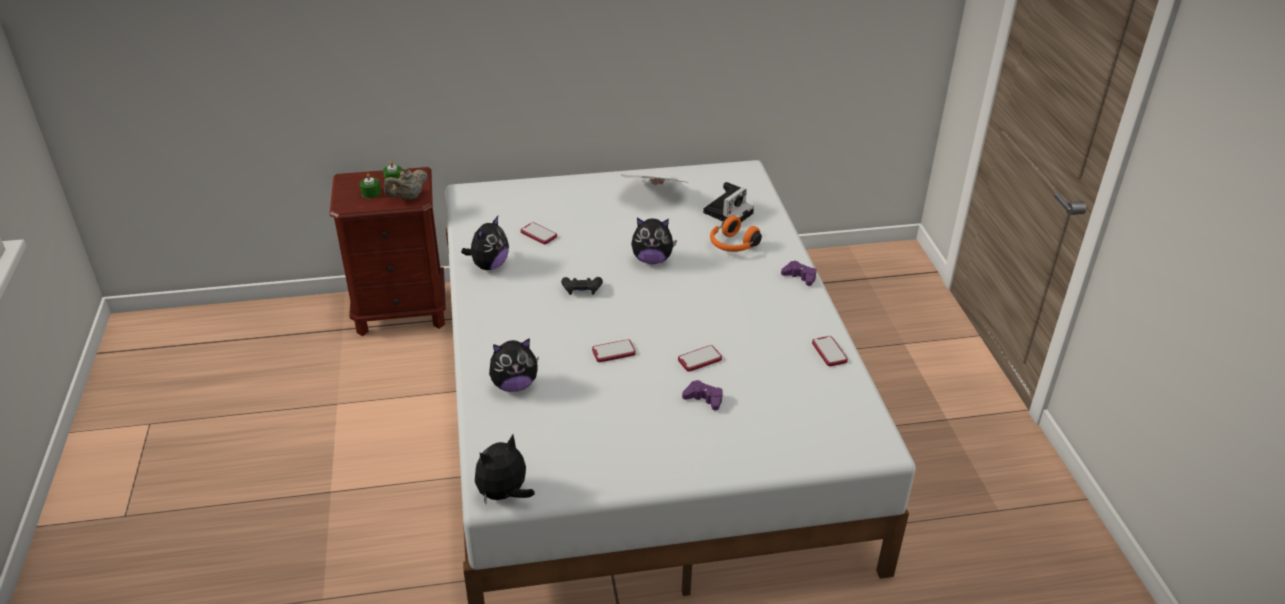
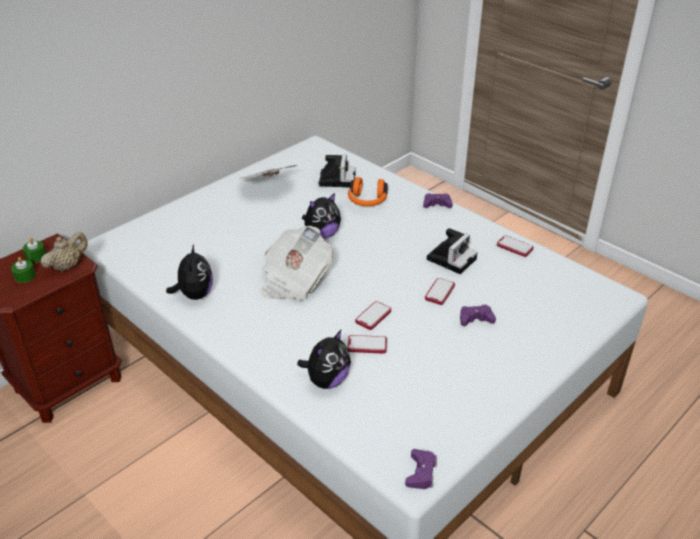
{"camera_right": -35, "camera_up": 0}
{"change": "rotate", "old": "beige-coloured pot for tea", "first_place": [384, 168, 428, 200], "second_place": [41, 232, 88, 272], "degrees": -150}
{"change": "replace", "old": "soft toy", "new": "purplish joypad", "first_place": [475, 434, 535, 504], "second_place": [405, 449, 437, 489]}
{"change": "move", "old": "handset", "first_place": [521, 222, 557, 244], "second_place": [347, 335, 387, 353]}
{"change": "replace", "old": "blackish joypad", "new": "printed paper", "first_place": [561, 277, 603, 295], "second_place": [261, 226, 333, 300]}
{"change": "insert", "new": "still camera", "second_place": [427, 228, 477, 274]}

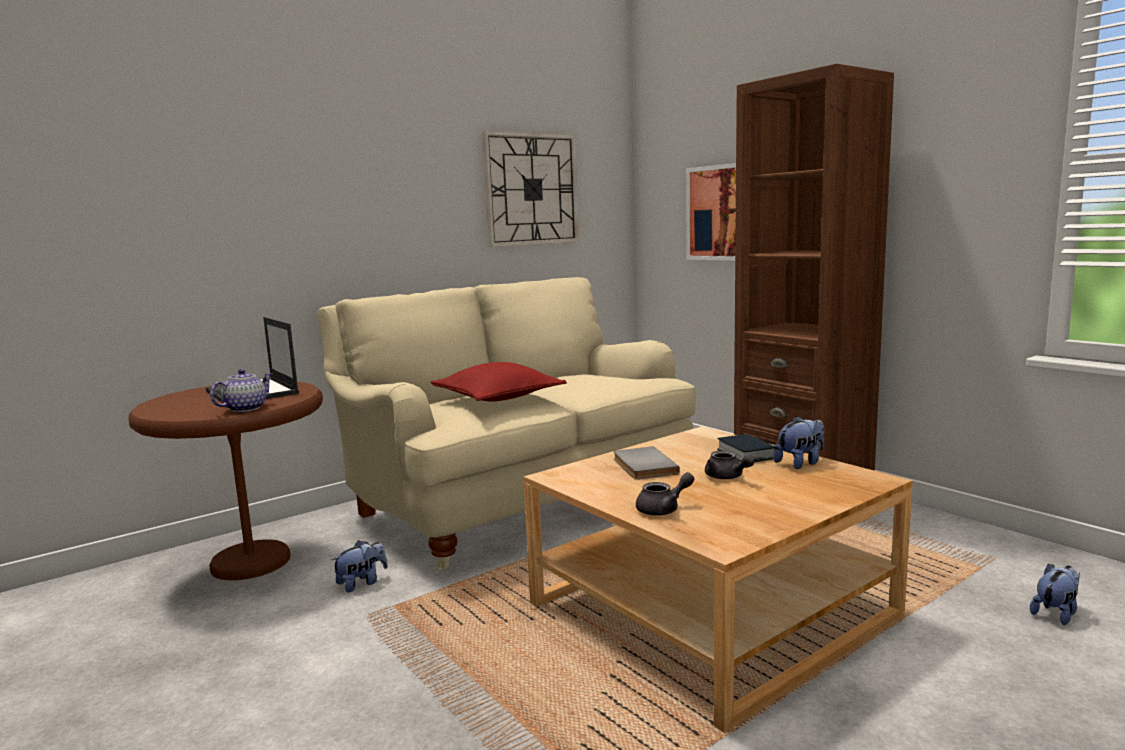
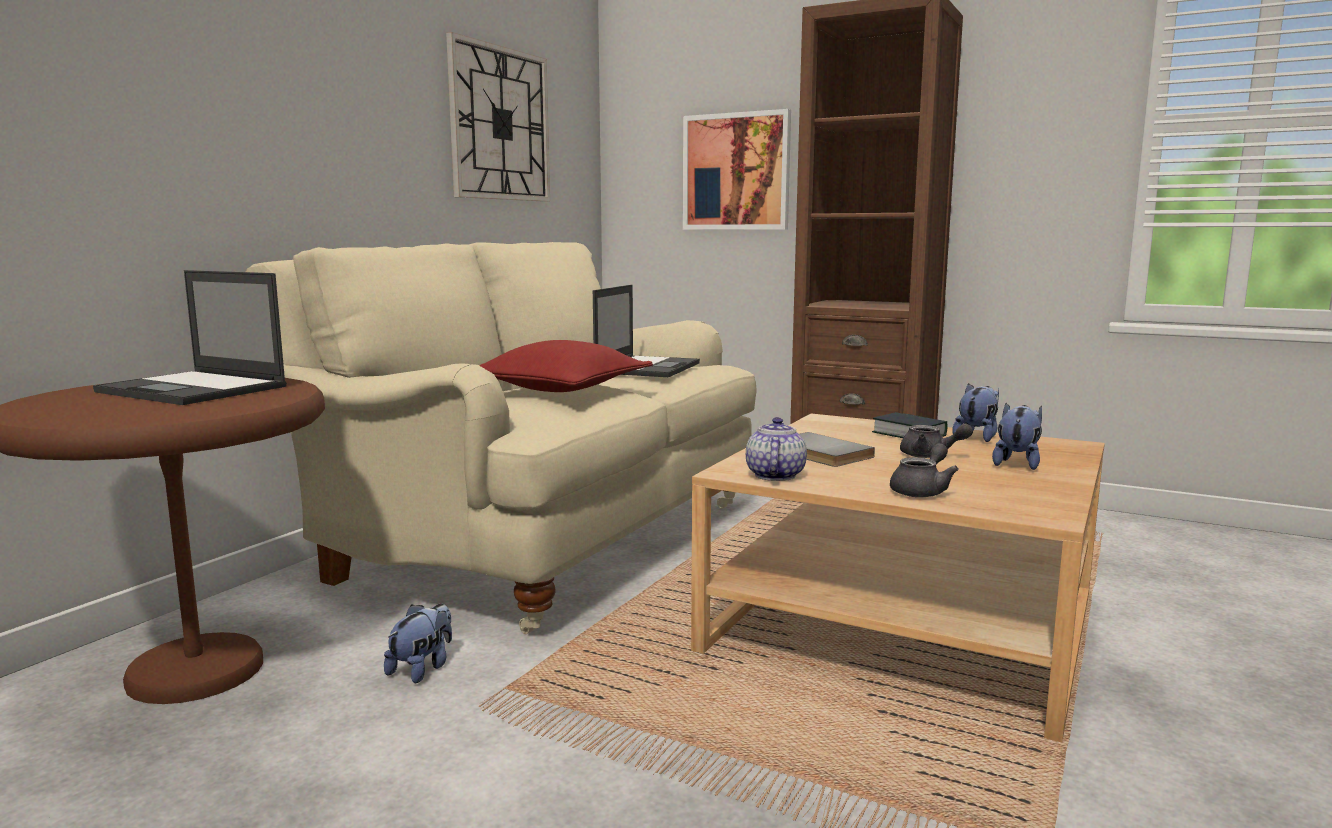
{"camera_right": -25, "camera_up": 0}
{"change": "move", "old": "pot for tea", "first_place": [210, 369, 273, 412], "second_place": [746, 417, 807, 481]}
{"change": "move", "old": "soft toy", "first_place": [1030, 563, 1080, 625], "second_place": [992, 403, 1042, 470]}
{"change": "insert", "new": "notebook computer", "second_place": [593, 285, 700, 377]}

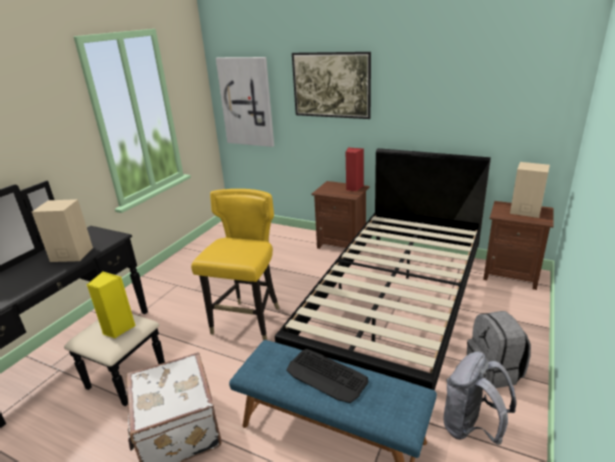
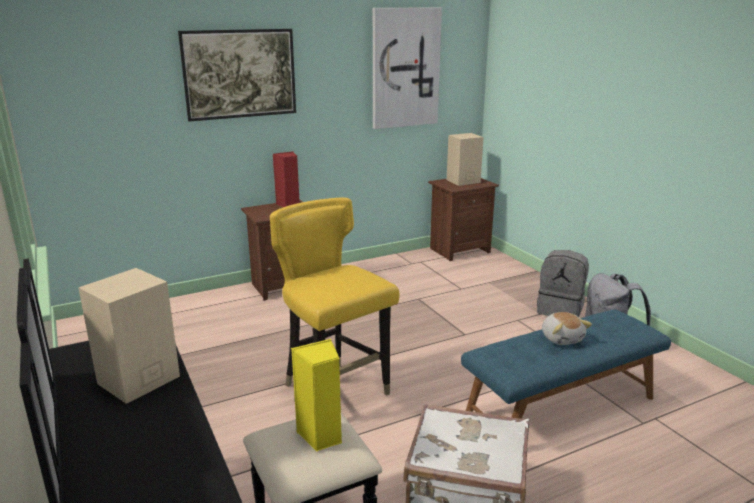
{"camera_right": -55, "camera_up": -5}
{"change": "move", "old": "wall art", "first_place": [216, 57, 274, 147], "second_place": [373, 7, 442, 129]}
{"change": "delete", "old": "blackish bedroom bed", "first_place": [275, 148, 491, 391]}
{"change": "replace", "old": "computer keyboard", "new": "soft toy", "first_place": [286, 349, 368, 403], "second_place": [542, 312, 592, 345]}

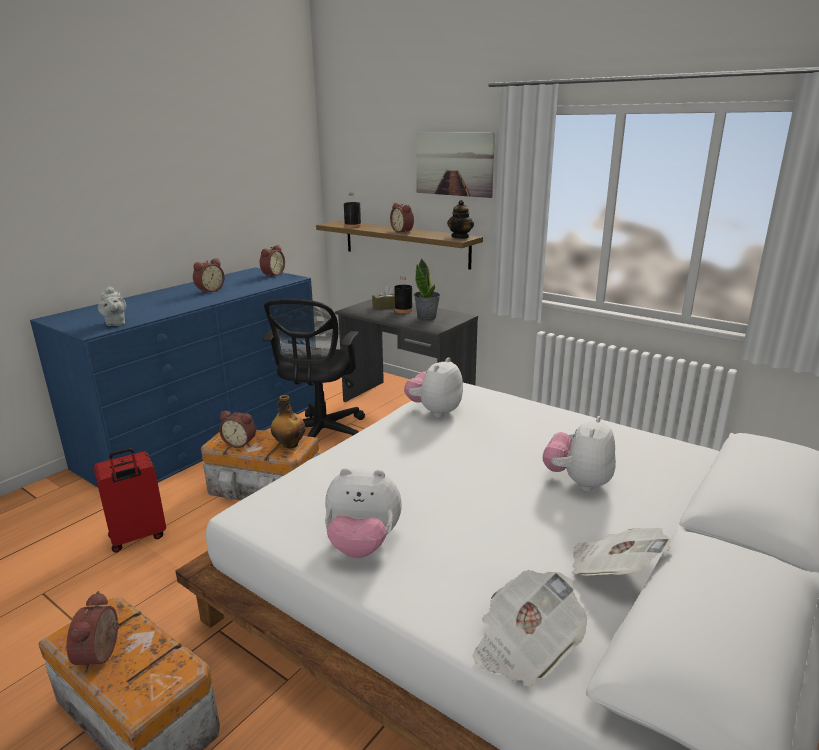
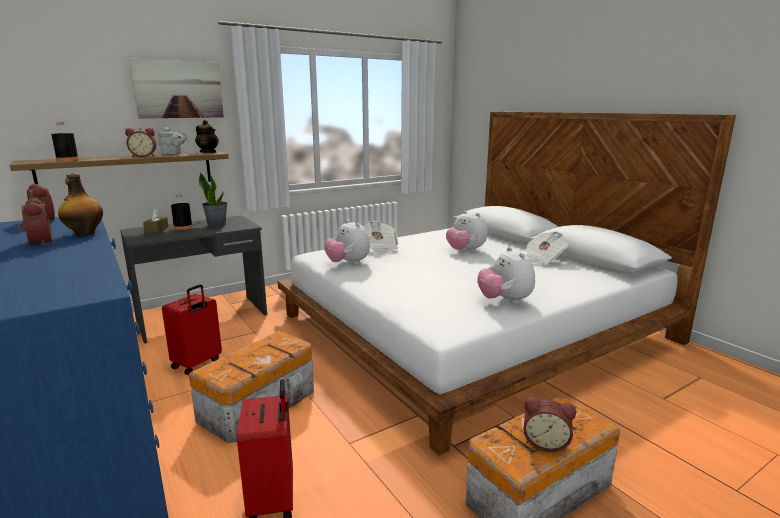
{"camera_right": -70, "camera_up": -5}
{"change": "move", "old": "greyish pot for tea", "first_place": [98, 286, 126, 326], "second_place": [158, 127, 187, 154]}
{"change": "delete", "old": "alarm clock", "first_place": [219, 411, 256, 448]}
{"change": "replace", "old": "blackish computer chair", "new": "reddish piece of luggage", "first_place": [262, 299, 365, 437], "second_place": [162, 284, 222, 375]}
{"change": "move", "old": "bottle", "first_place": [271, 395, 305, 449], "second_place": [58, 174, 103, 236]}
{"change": "rotate", "old": "soft toy", "first_place": [325, 468, 402, 558], "second_place": [478, 247, 535, 304], "degrees": 135}
{"change": "move", "old": "printed paper", "first_place": [473, 570, 587, 688], "second_place": [362, 221, 398, 255]}

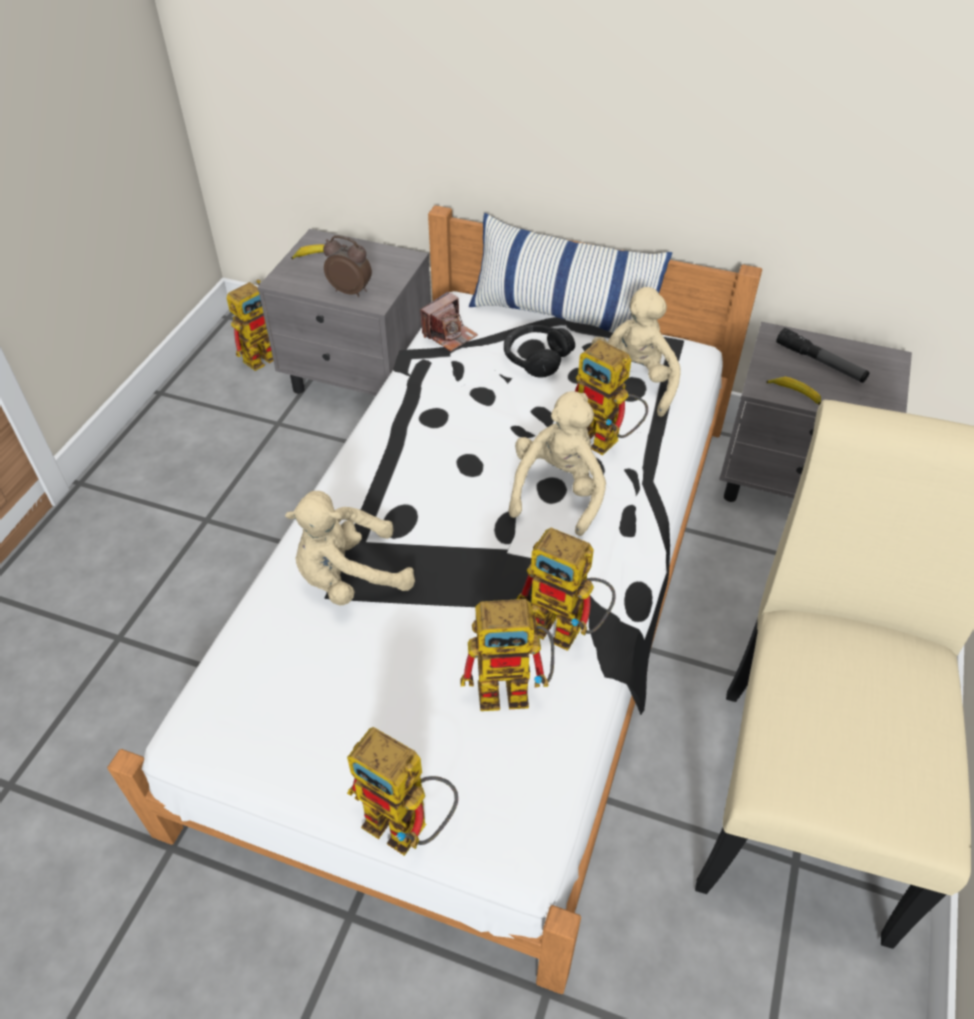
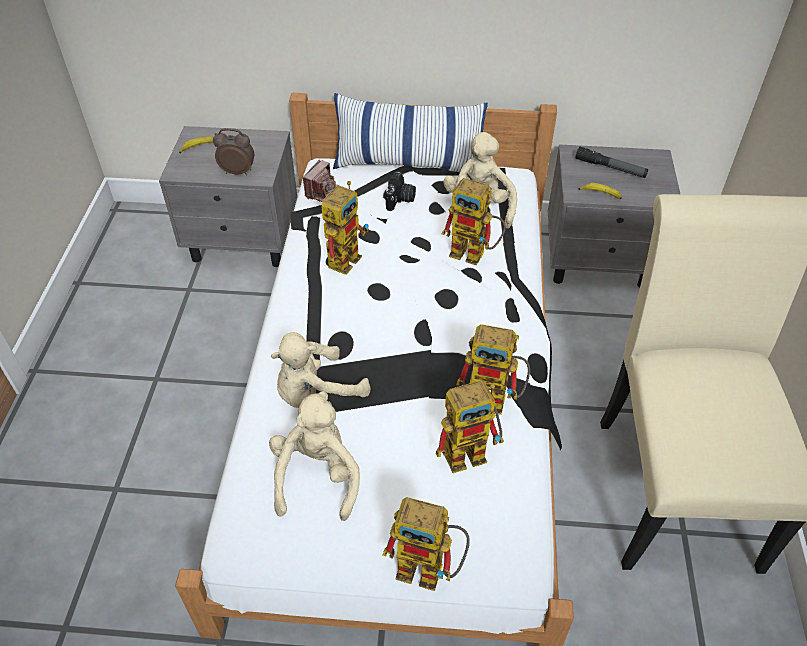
{"camera_right": -15, "camera_up": 0}
{"change": "move", "old": "robot figure", "first_place": [227, 280, 274, 371], "second_place": [321, 181, 369, 275]}
{"change": "replace", "old": "blackish headphones", "new": "still camera", "first_place": [504, 325, 575, 378], "second_place": [386, 171, 416, 211]}
{"change": "move", "old": "beige-coloured soft toy", "first_place": [509, 391, 606, 536], "second_place": [269, 391, 360, 521]}

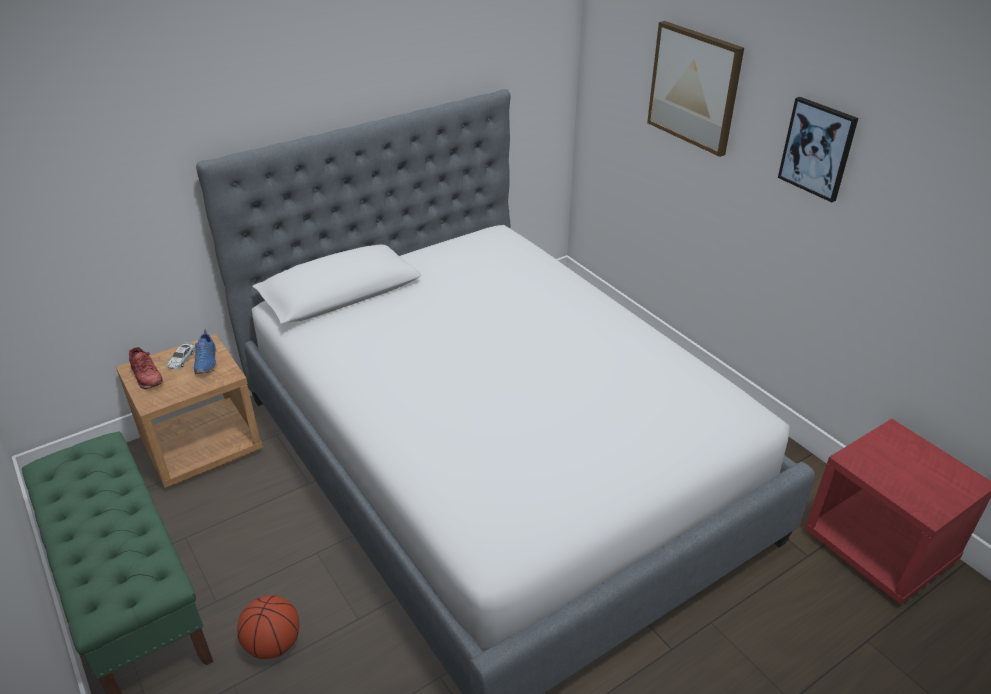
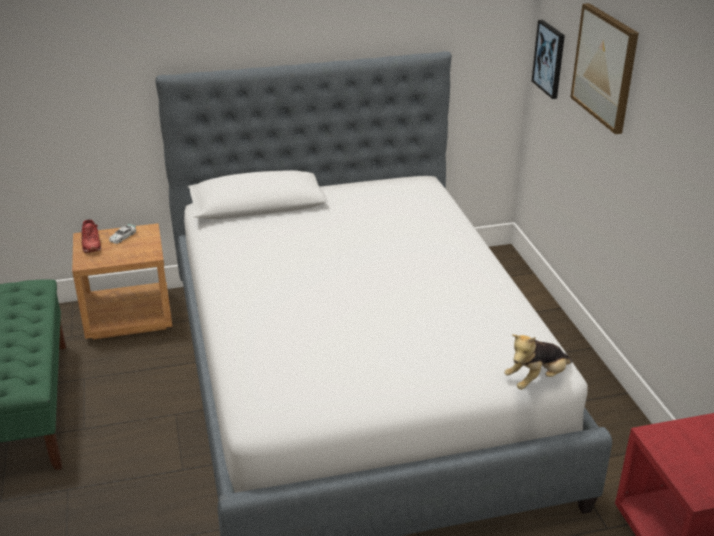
{"camera_right": 20, "camera_up": -5}
{"change": "delete", "old": "bluish low shoe", "first_place": [194, 329, 217, 374]}
{"change": "delete", "old": "ball for basketball", "first_place": [237, 595, 299, 659]}
{"change": "move", "old": "wall art", "first_place": [778, 97, 858, 202], "second_place": [532, 20, 565, 99]}
{"change": "insert", "new": "soft toy", "second_place": [504, 334, 572, 390]}

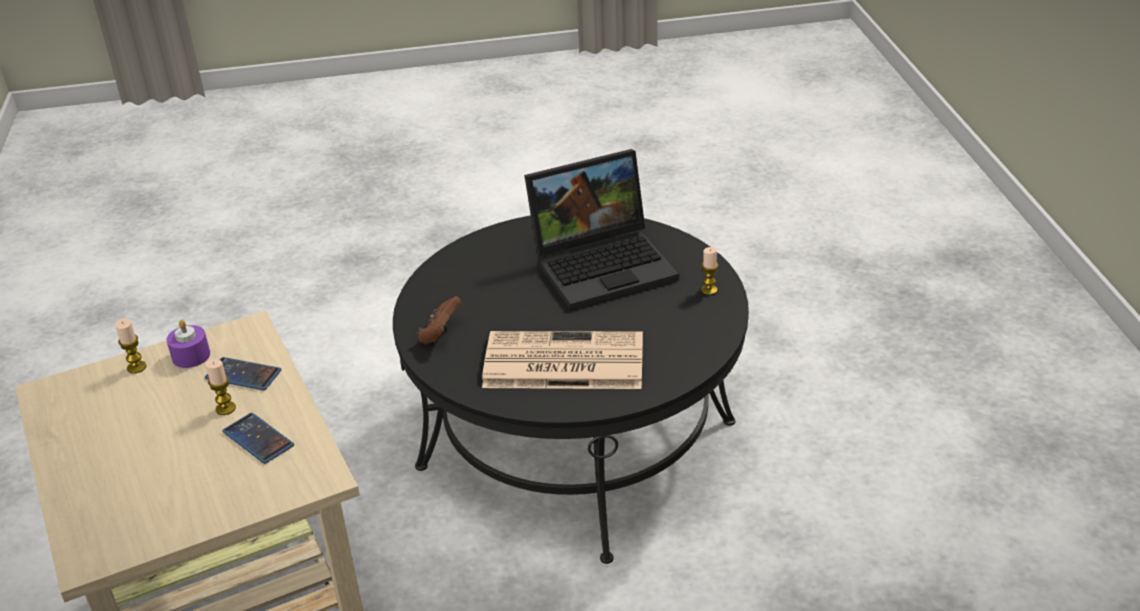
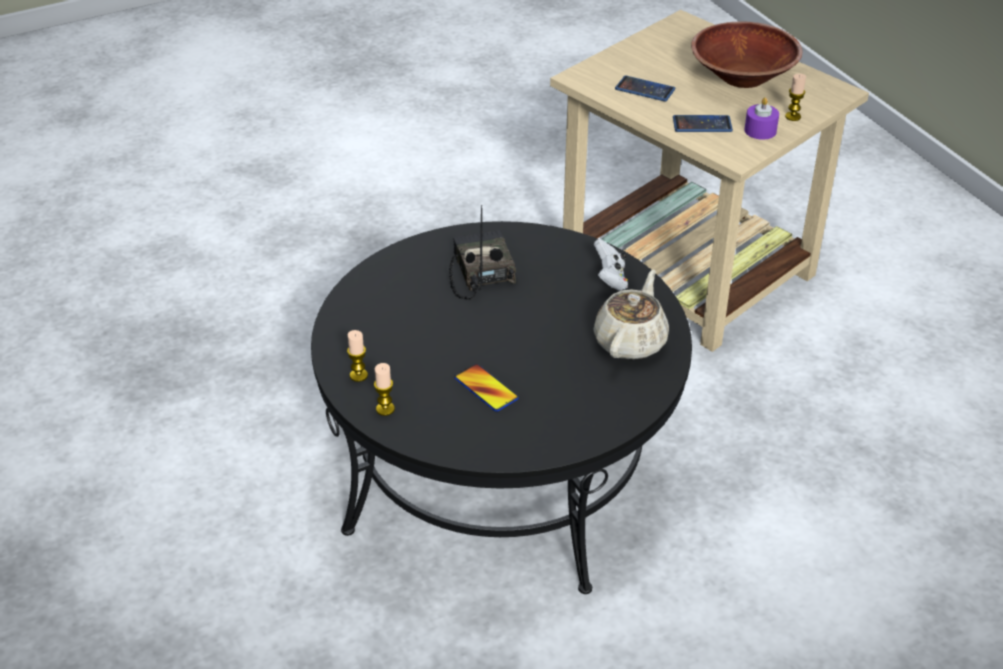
{"camera_right": 160, "camera_up": 5}
{"change": "move", "old": "wax candle", "first_place": [205, 359, 236, 415], "second_place": [374, 363, 395, 416]}
{"change": "recolor", "old": "brown joypad", "new": "white-coloured joypad", "first_place": [417, 296, 462, 345], "second_place": [594, 239, 628, 291]}
{"change": "replace", "old": "printed paper", "new": "radio set", "first_place": [482, 331, 643, 389], "second_place": [449, 205, 516, 300]}
{"change": "replace", "old": "notebook computer", "new": "handset", "first_place": [524, 149, 679, 311], "second_place": [455, 364, 519, 412]}
{"change": "insert", "new": "beige-coloured pot for tea", "second_place": [593, 270, 669, 360]}
{"change": "insert", "new": "brown bowl", "second_place": [691, 22, 803, 88]}

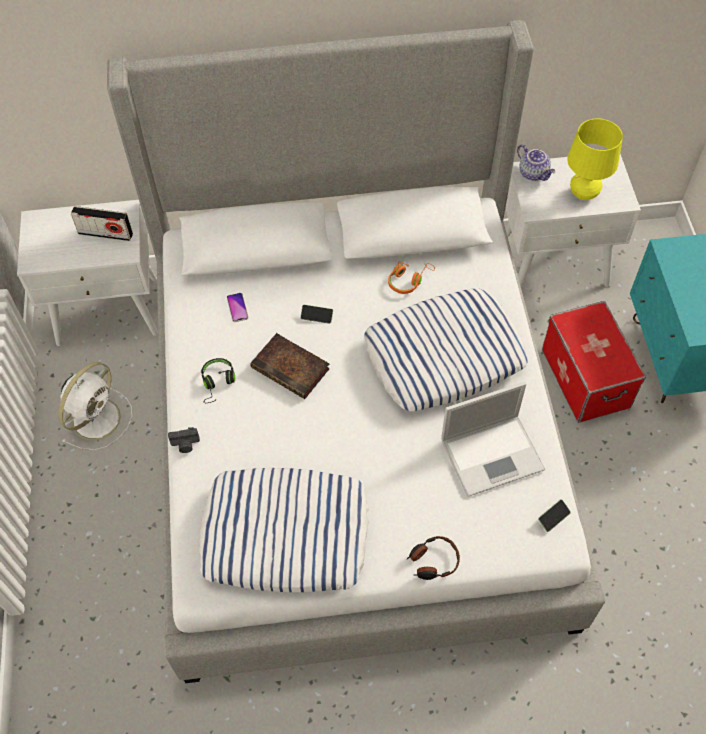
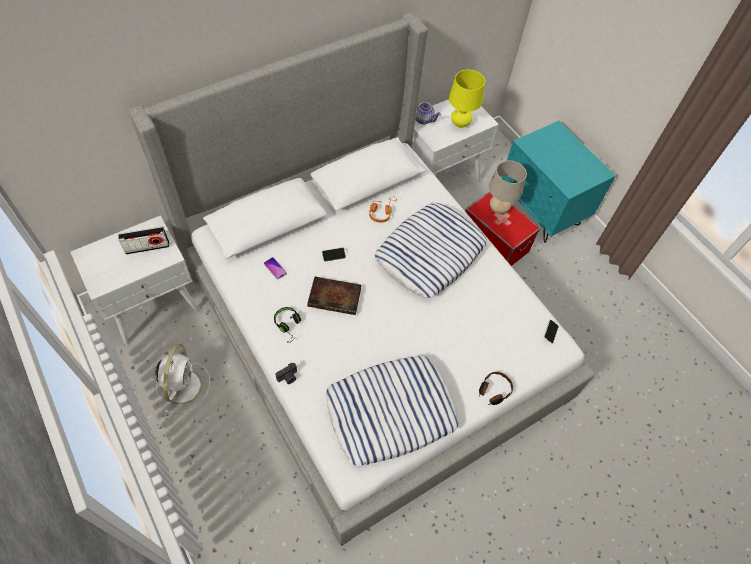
{"camera_right": -30, "camera_up": 0}
{"change": "delete", "old": "notebook computer", "first_place": [441, 382, 545, 497]}
{"change": "insert", "new": "beige-coloured table lamp", "second_place": [489, 161, 527, 214]}

